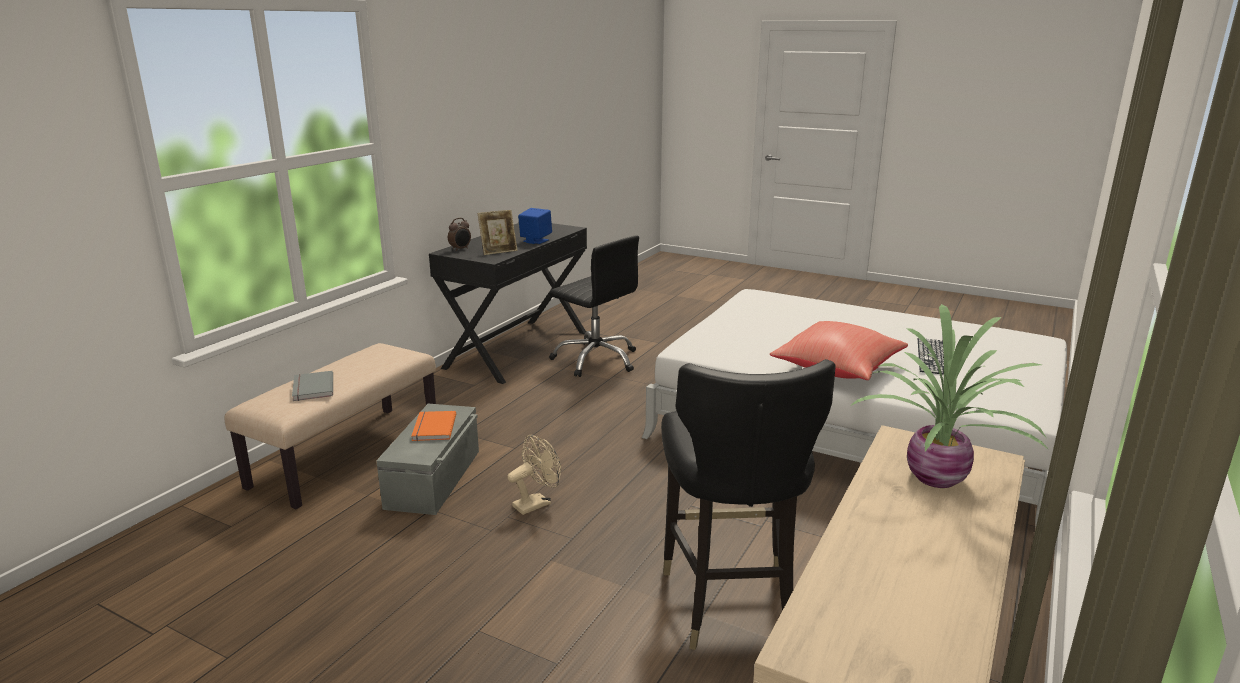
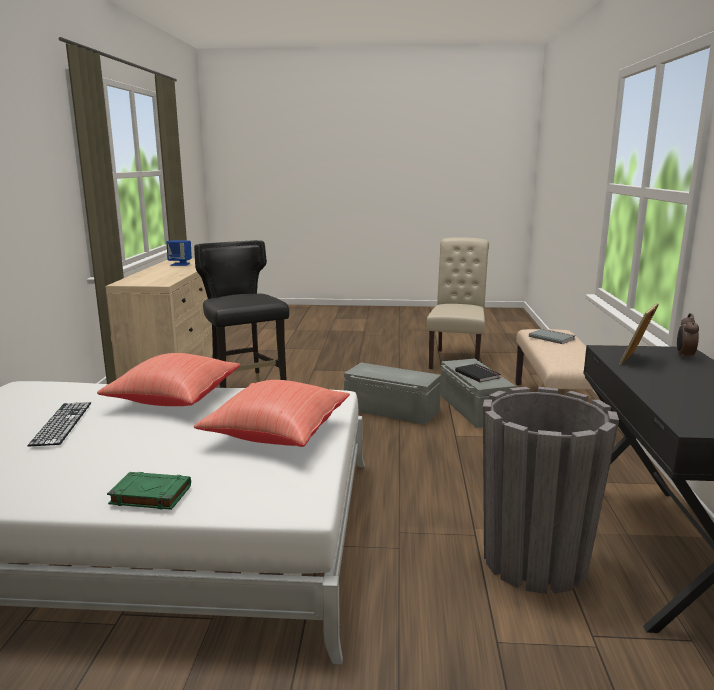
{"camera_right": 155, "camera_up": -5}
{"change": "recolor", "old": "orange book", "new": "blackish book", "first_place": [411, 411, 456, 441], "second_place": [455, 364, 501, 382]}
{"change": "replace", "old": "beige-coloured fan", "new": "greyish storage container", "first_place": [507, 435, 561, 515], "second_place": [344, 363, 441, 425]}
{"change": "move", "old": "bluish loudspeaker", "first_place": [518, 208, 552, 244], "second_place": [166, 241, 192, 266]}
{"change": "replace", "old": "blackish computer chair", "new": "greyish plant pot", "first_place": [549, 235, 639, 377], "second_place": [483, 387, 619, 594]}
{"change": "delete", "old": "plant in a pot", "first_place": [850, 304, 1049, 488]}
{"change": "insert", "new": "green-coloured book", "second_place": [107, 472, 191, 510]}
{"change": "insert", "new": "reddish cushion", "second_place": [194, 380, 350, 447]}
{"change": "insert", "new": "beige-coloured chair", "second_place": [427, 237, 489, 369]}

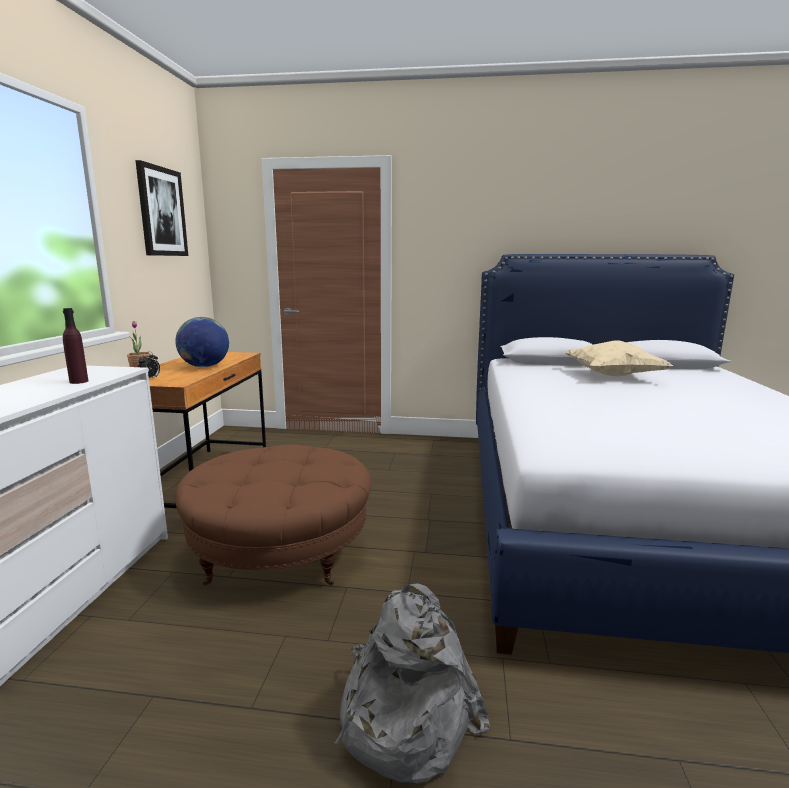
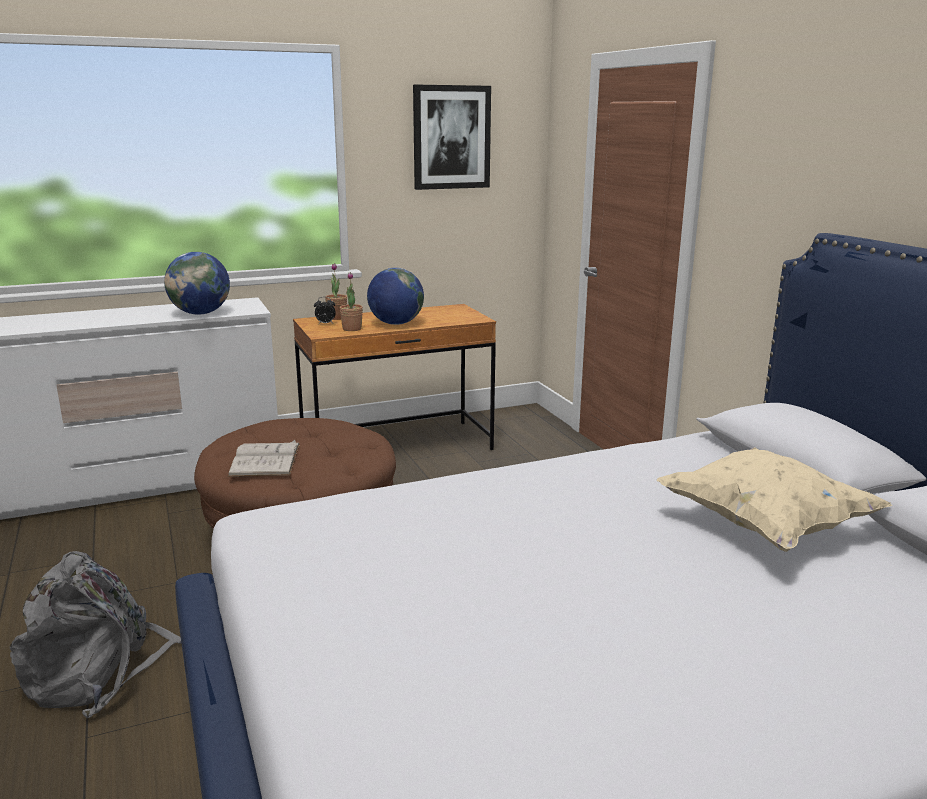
{"camera_right": 60, "camera_up": 5}
{"change": "replace", "old": "purplish bottle", "new": "world globe", "first_place": [63, 308, 89, 384], "second_place": [164, 252, 230, 315]}
{"change": "insert", "new": "white-coloured book", "second_place": [228, 440, 300, 477]}
{"change": "insert", "new": "plant in a pot", "second_place": [340, 272, 363, 331]}

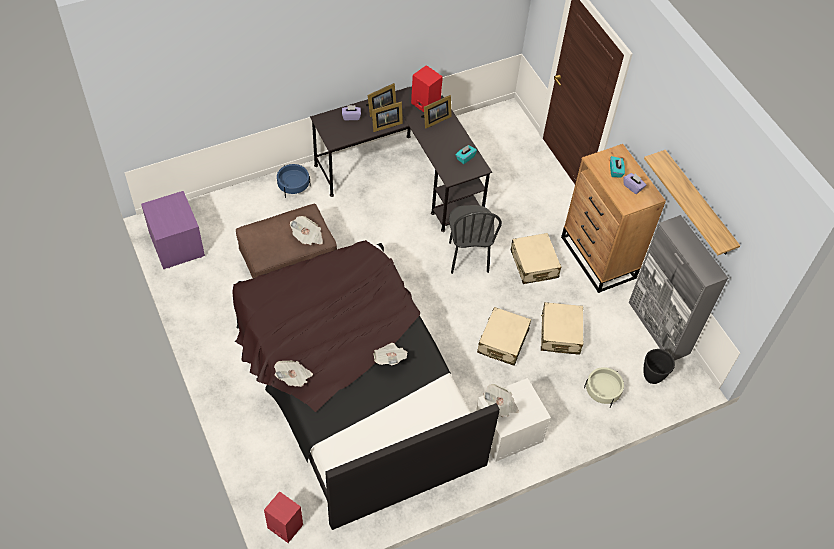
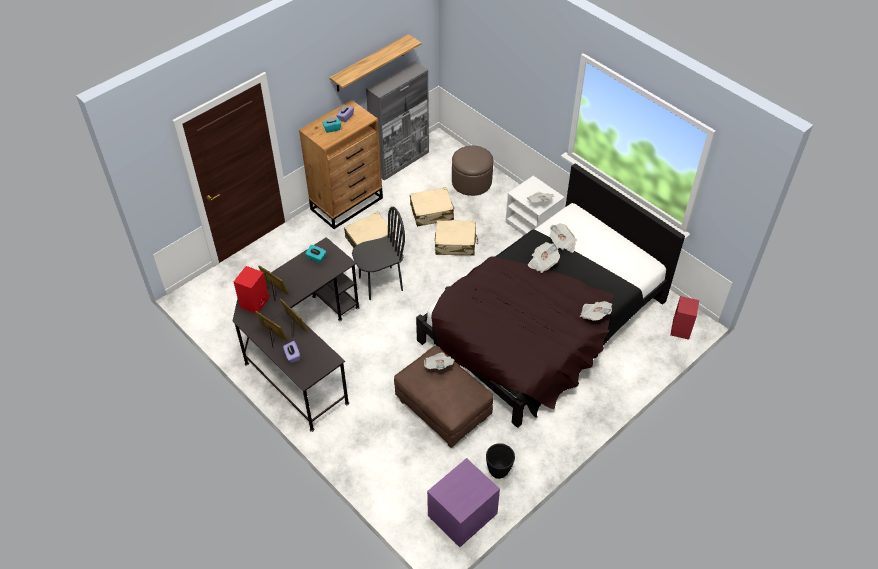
{"camera_right": -105, "camera_up": -5}
{"change": "delete", "old": "bluish plant pot", "first_place": [277, 164, 311, 198]}
{"change": "replace", "old": "beige-coloured plant pot", "new": "brown pouffe", "first_place": [584, 367, 624, 408], "second_place": [452, 145, 493, 196]}
{"change": "move", "old": "blackish plant pot", "first_place": [643, 349, 675, 384], "second_place": [486, 443, 515, 479]}
{"change": "insert", "new": "printed paper", "second_place": [550, 223, 577, 253]}

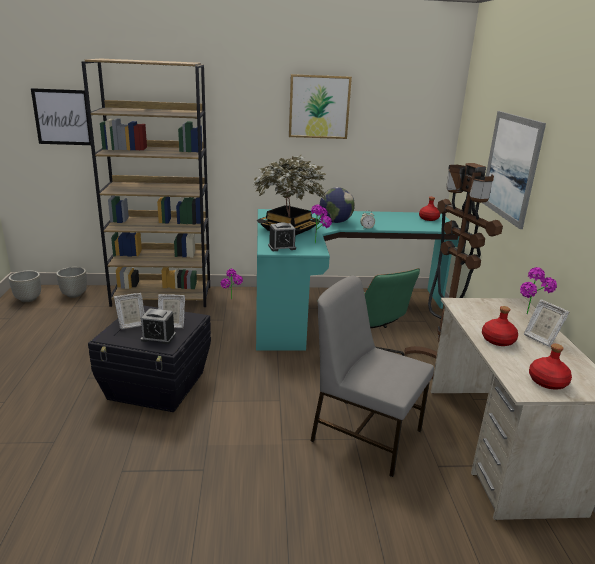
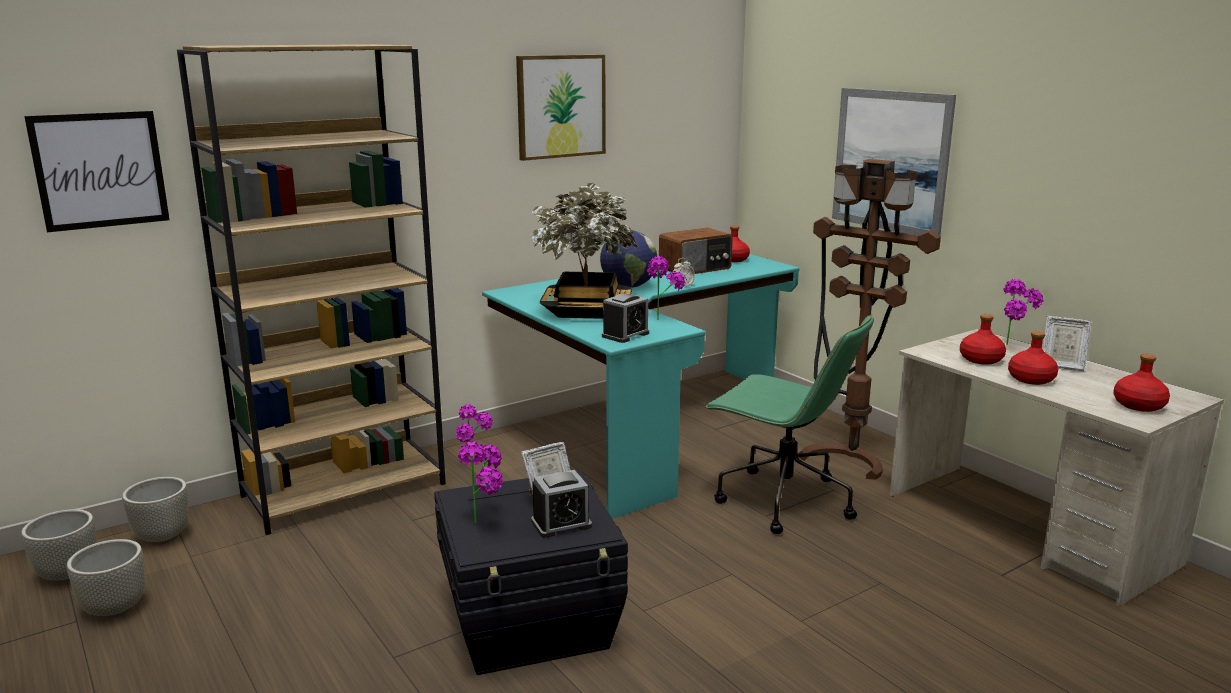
{"camera_right": -30, "camera_up": -5}
{"change": "replace", "old": "picture frame", "new": "plant in a pot", "first_place": [114, 293, 145, 330], "second_place": [458, 441, 503, 523]}
{"change": "delete", "old": "greyish chair", "first_place": [311, 276, 434, 477]}
{"change": "insert", "new": "greyish plant pot", "second_place": [67, 539, 145, 619]}
{"change": "insert", "new": "radio set", "second_place": [659, 228, 733, 274]}
{"change": "insert", "new": "reddish bottle", "second_place": [960, 314, 1006, 365]}

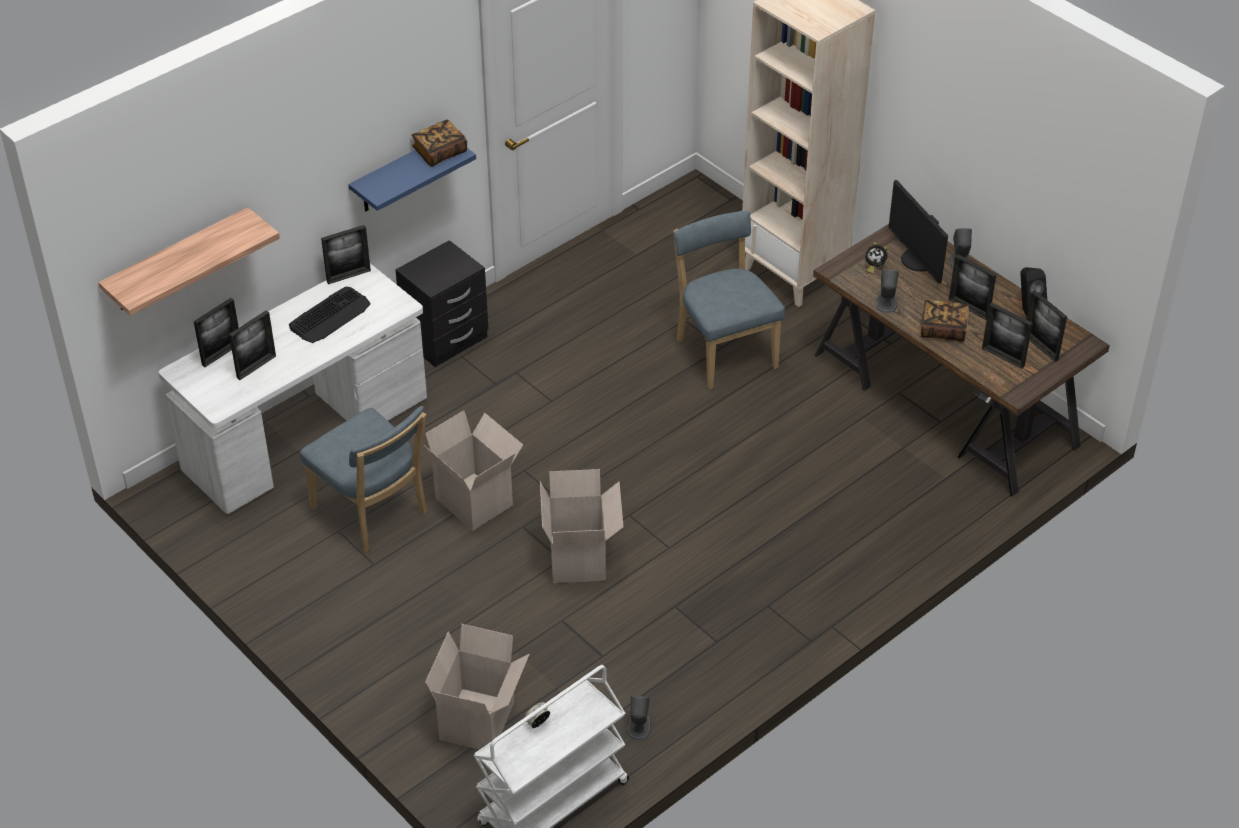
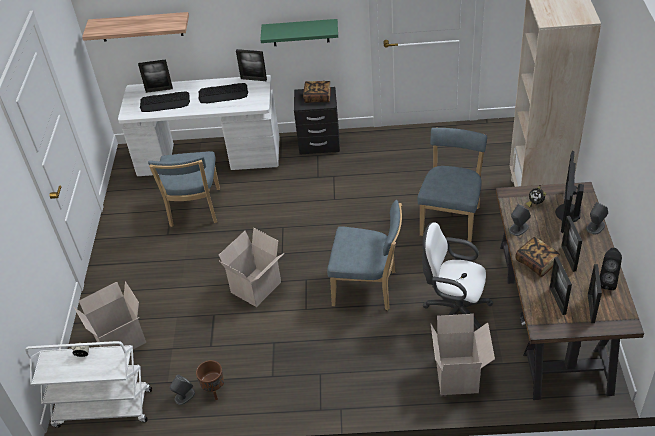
{"camera_right": 45, "camera_up": 0}
{"change": "replace", "old": "picture frame", "new": "computer keyboard", "first_place": [229, 310, 276, 380], "second_place": [140, 91, 190, 112]}
{"change": "recolor", "old": "bluish bracket shelf", "new": "green-coloured bracket shelf", "first_place": [348, 148, 476, 211], "second_place": [260, 19, 338, 46]}
{"change": "move", "old": "book", "first_place": [411, 120, 467, 167], "second_place": [303, 81, 331, 103]}
{"change": "move", "old": "carton", "first_place": [424, 411, 523, 531], "second_place": [431, 314, 495, 395]}
{"change": "insert", "new": "brown plant pot", "second_place": [196, 360, 224, 400]}
{"change": "insert", "new": "bluish chair", "second_place": [327, 200, 402, 310]}
{"change": "insert", "new": "white-coloured computer chair", "second_place": [422, 222, 494, 329]}

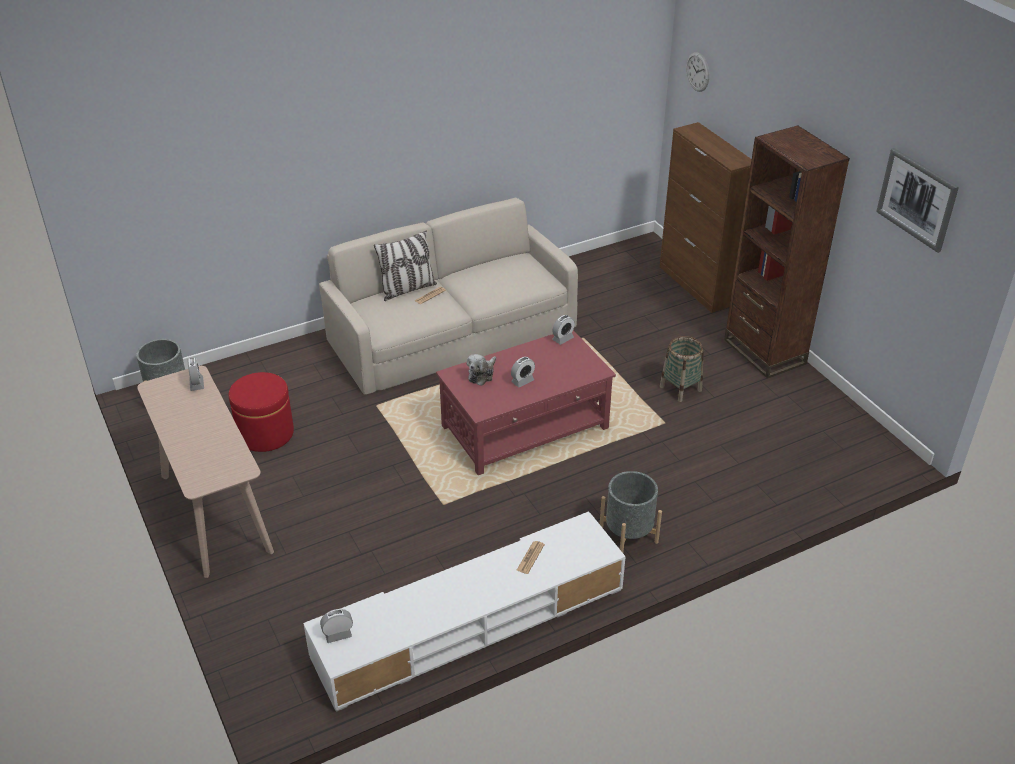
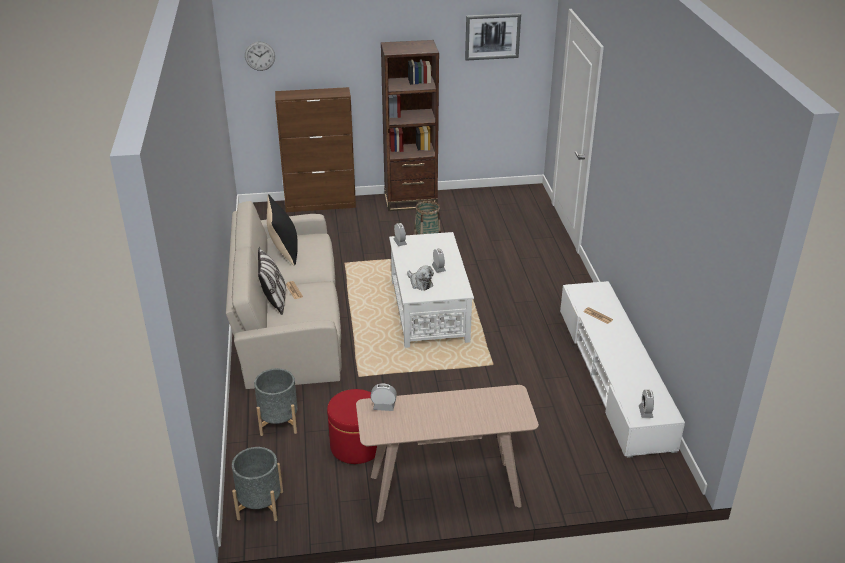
{"camera_right": -70, "camera_up": -5}
{"change": "recolor", "old": "reddish lounge table", "new": "white-coloured lounge table", "first_place": [436, 330, 616, 475], "second_place": [389, 232, 474, 348]}
{"change": "move", "old": "greyish plant pot", "first_place": [600, 471, 662, 553], "second_place": [254, 368, 298, 436]}
{"change": "insert", "new": "blackish cushion", "second_place": [267, 194, 298, 265]}

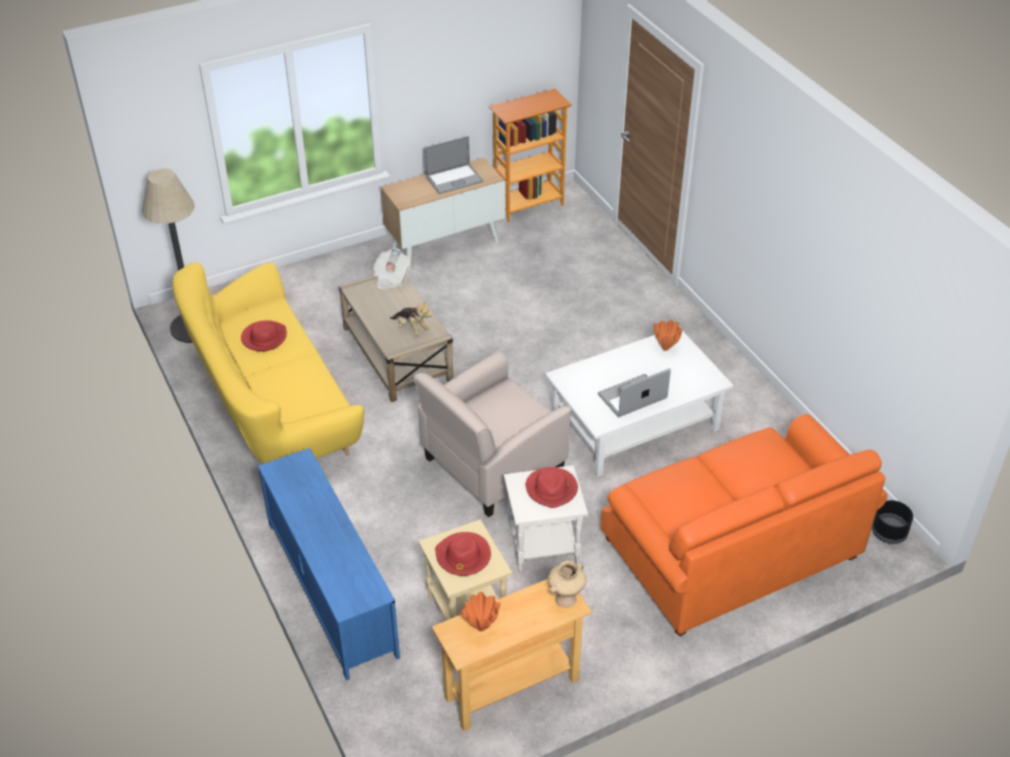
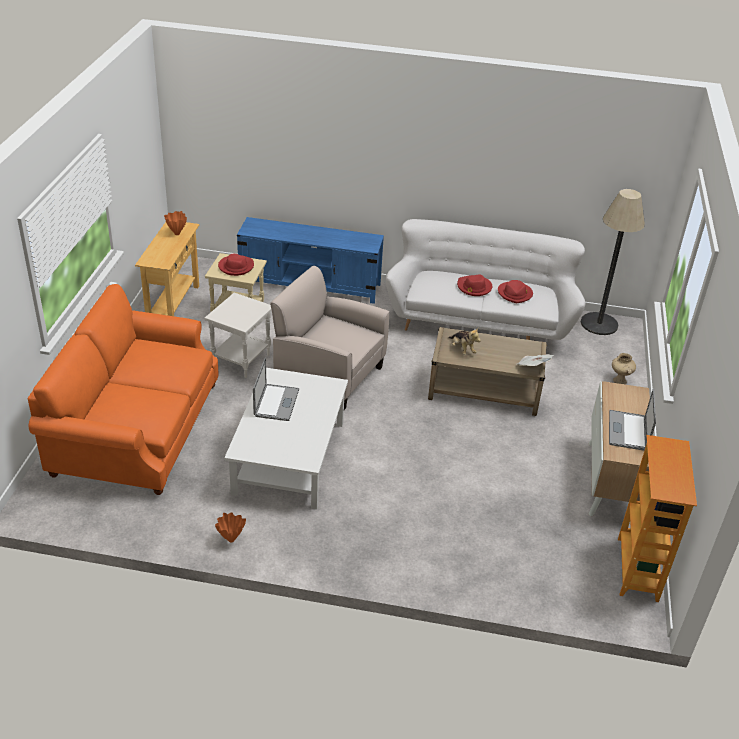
{"camera_right": 125, "camera_up": -5}
{"change": "recolor", "old": "yellow couch", "new": "white-coloured couch", "first_place": [172, 262, 364, 464], "second_place": [386, 219, 585, 340]}
{"change": "rotate", "old": "soft toy", "first_place": [390, 302, 432, 335], "second_place": [448, 328, 481, 355], "degrees": -105}
{"change": "rotate", "old": "beige-coloured lounge chair", "first_place": [414, 351, 570, 517], "second_place": [270, 266, 390, 410], "degrees": -60}
{"change": "move", "old": "reddish clothing hat", "first_place": [526, 467, 578, 508], "second_place": [457, 274, 492, 296]}
{"change": "move", "old": "beige-coloured decorative vase", "first_place": [548, 561, 586, 608], "second_place": [612, 353, 636, 384]}
{"change": "move", "old": "orange decorative vase", "first_place": [654, 320, 683, 351], "second_place": [215, 512, 246, 543]}
{"change": "delete", "old": "blackish plant pot", "first_place": [872, 500, 913, 544]}

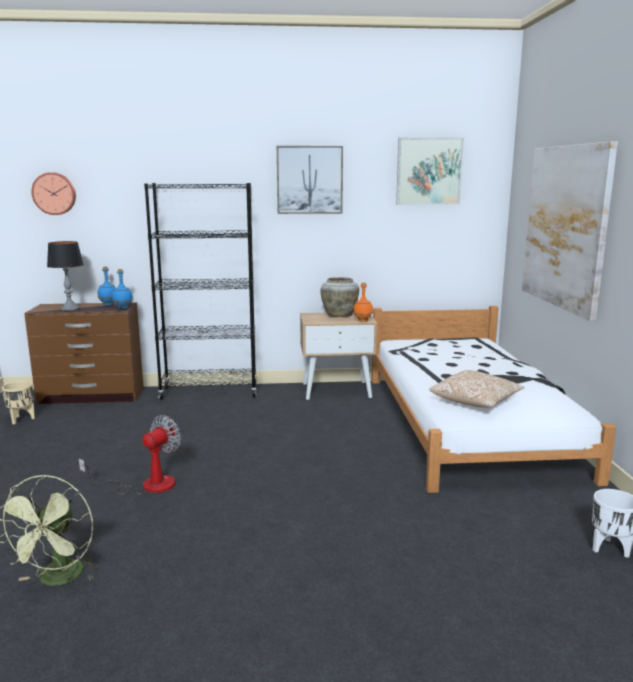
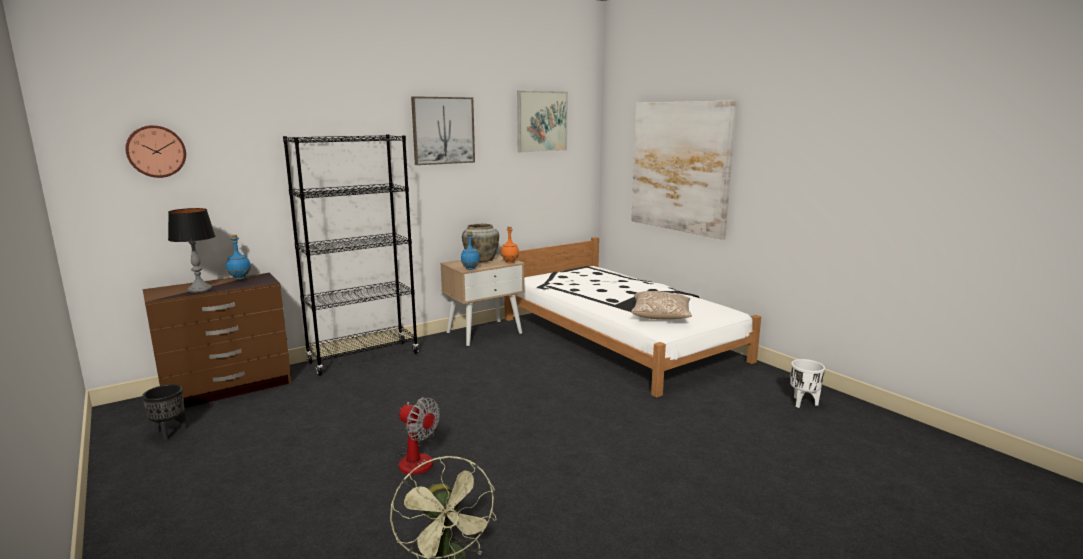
{"camera_right": -30, "camera_up": 0}
{"change": "recolor", "old": "beige-coloured plant pot", "new": "blackish plant pot", "first_place": [2, 381, 35, 424], "second_place": [142, 384, 187, 441]}
{"change": "rotate", "old": "fan", "first_place": [78, 415, 181, 495], "second_place": [398, 397, 440, 475], "degrees": 120}
{"change": "move", "old": "bluish bottle", "first_place": [112, 269, 133, 309], "second_place": [461, 231, 480, 270]}

